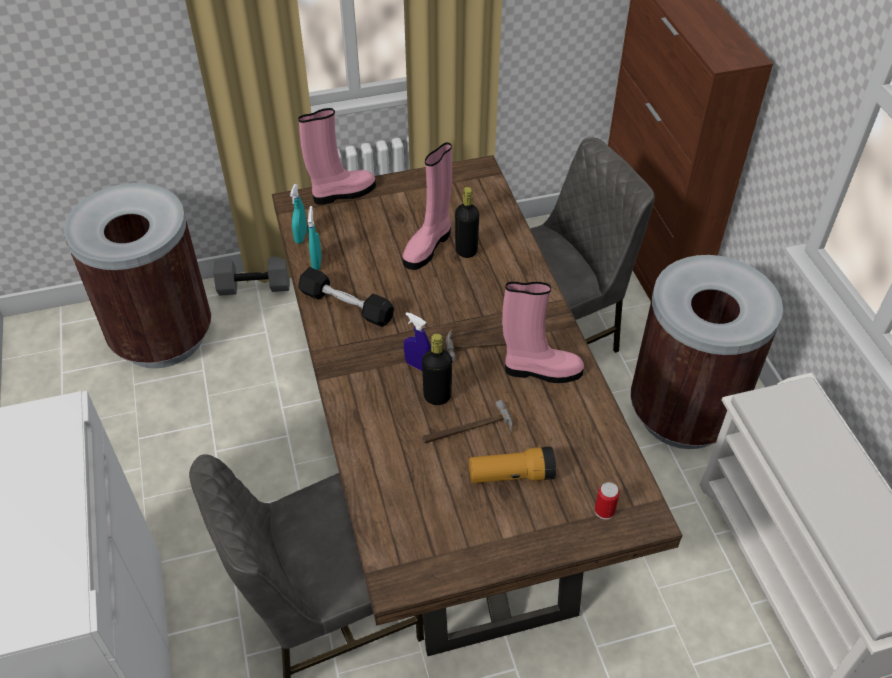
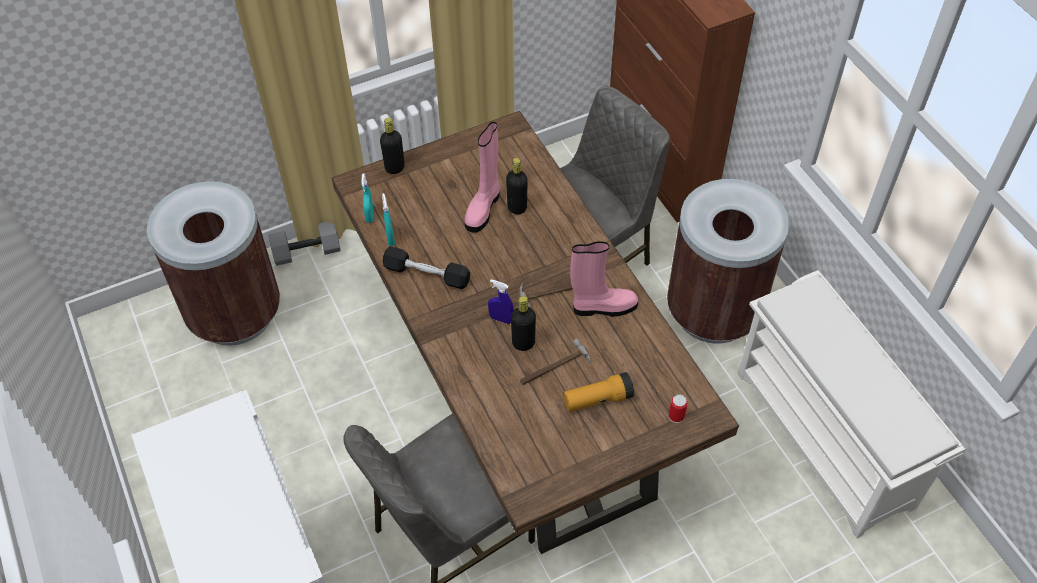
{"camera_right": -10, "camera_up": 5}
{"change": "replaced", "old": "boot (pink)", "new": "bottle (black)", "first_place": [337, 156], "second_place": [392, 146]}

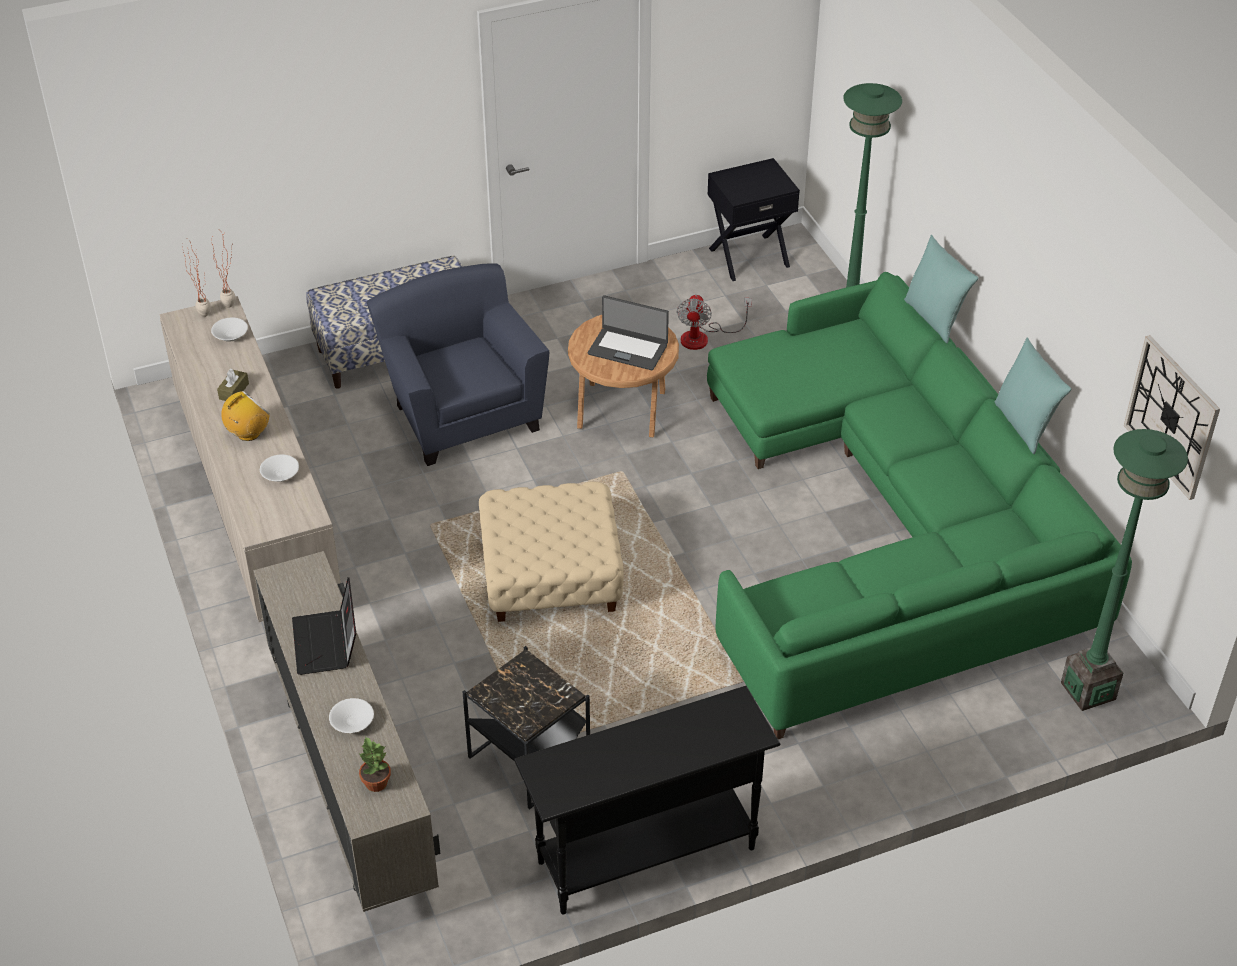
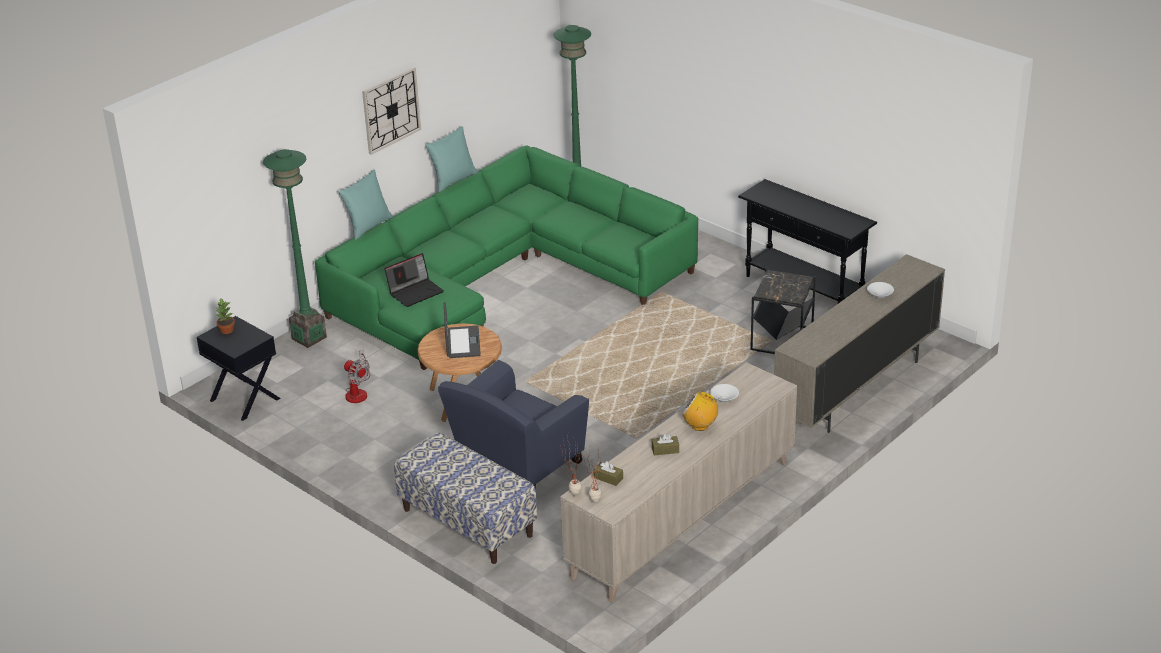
{"camera_right": -115, "camera_up": -10}
{"change": "turned", "old": "fan", "first_place": [714, 322], "second_place": [357, 376], "degrees": 60}
{"change": "replaced", "old": "bowl (white)", "new": "tissue box (brown)", "first_place": [229, 329], "second_place": [608, 473]}
{"change": "moved", "old": "wall clock", "first_place": [1172, 417], "second_place": [391, 111]}
{"change": "removed", "old": "ottoman (beige)", "first_place": [551, 551]}
{"change": "moved", "old": "laptop", "first_place": [324, 626], "second_place": [414, 280]}
{"change": "moved", "old": "potted plant", "first_place": [374, 764], "second_place": [225, 316]}

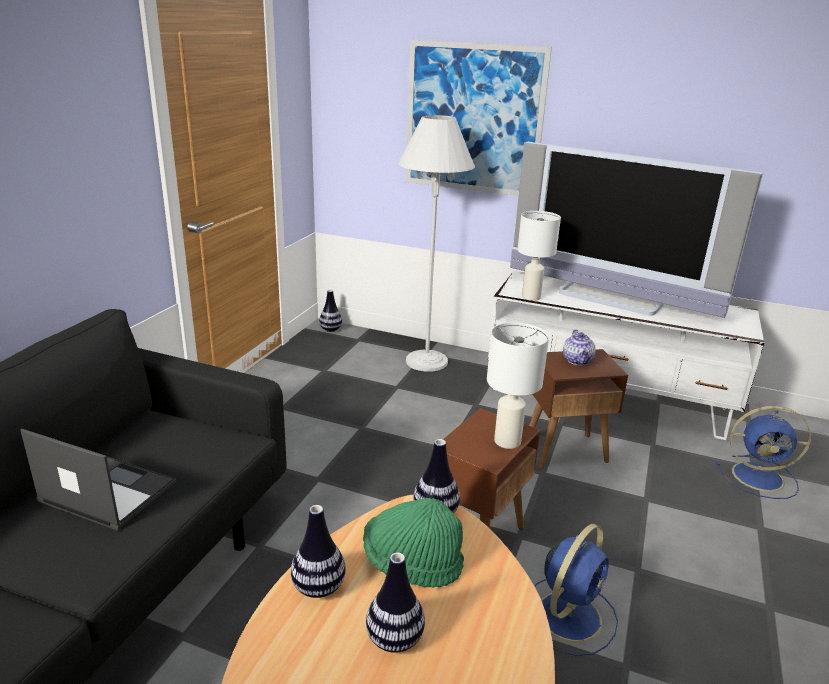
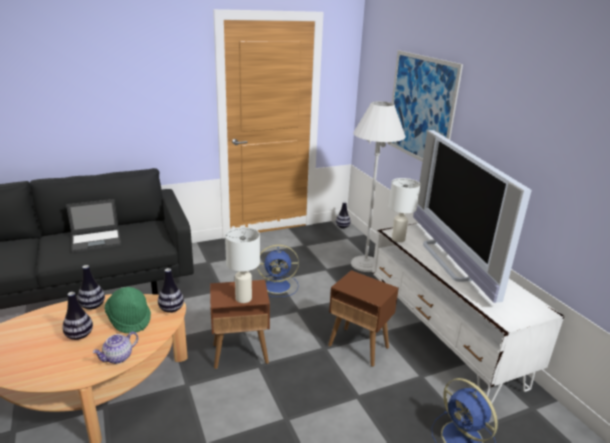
{"camera_right": 45, "camera_up": 0}
{"change": "moved", "old": "teapot", "first_place": [579, 347], "second_place": [115, 348]}
{"change": "turned", "old": "laptop", "first_place": [98, 480], "second_place": [93, 226], "degrees": 90}
{"change": "moved", "old": "fan (blue)", "first_place": [576, 590], "second_place": [278, 271]}

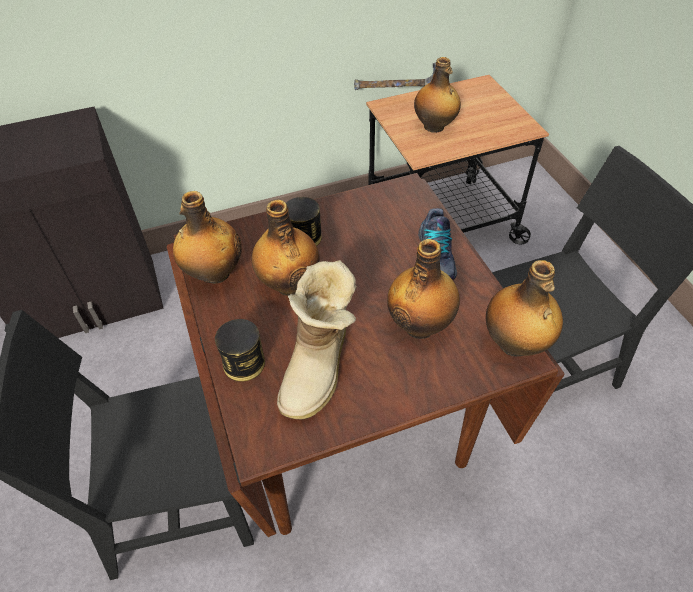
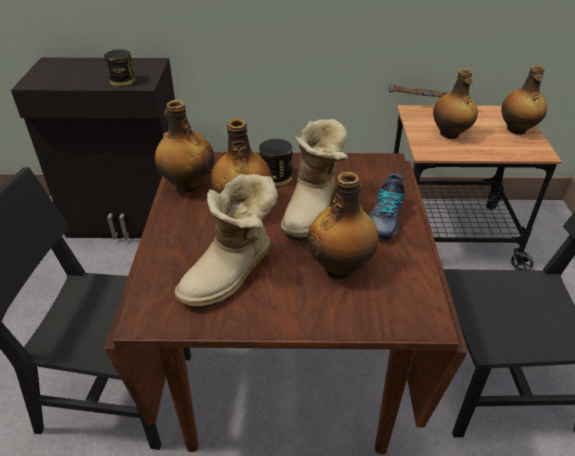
{"camera_right": 20, "camera_up": -10}
{"change": "moved", "old": "bottle", "first_place": [524, 308], "second_place": [524, 100]}
{"change": "moved", "old": "can", "first_place": [240, 350], "second_place": [119, 68]}
{"change": "added", "new": "boot", "second_place": [314, 179]}

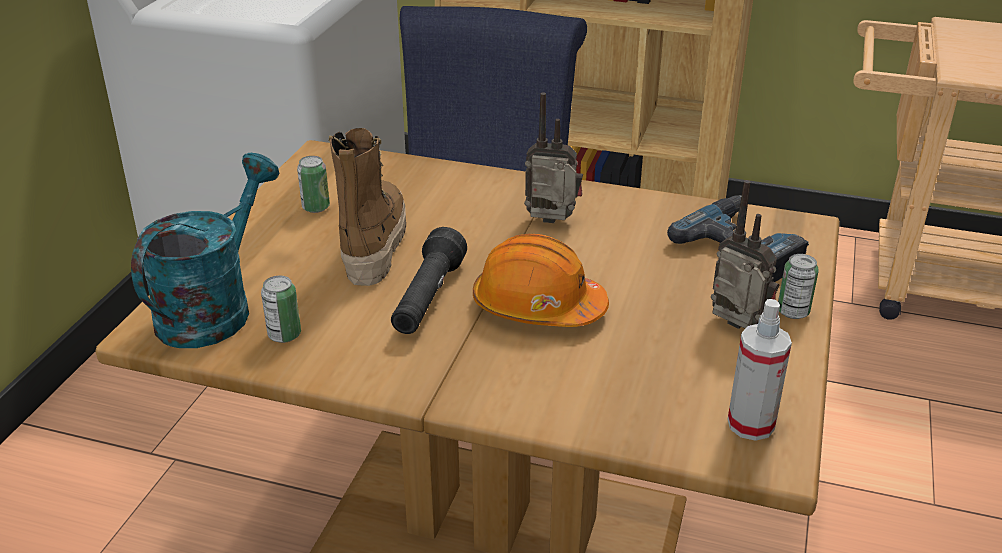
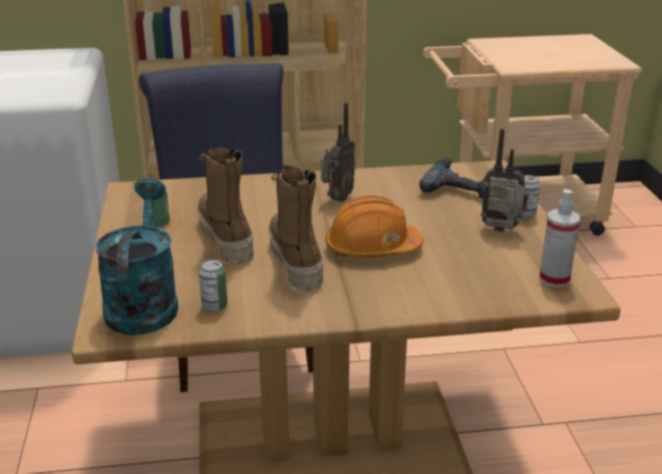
{"camera_right": -25, "camera_up": -5}
{"change": "turned", "old": "radio", "first_place": [553, 157], "second_place": [338, 152], "degrees": 135}
{"change": "replaced", "old": "flashlight (black)", "new": "boot", "first_place": [429, 280], "second_place": [296, 228]}

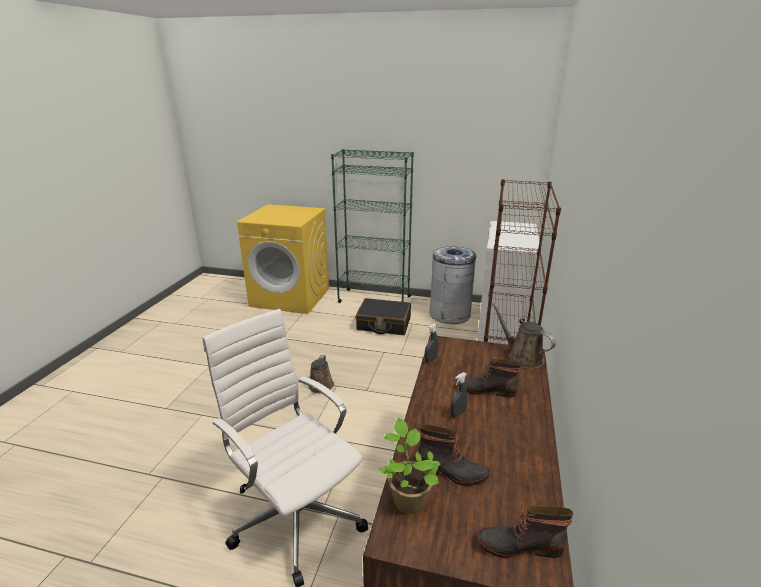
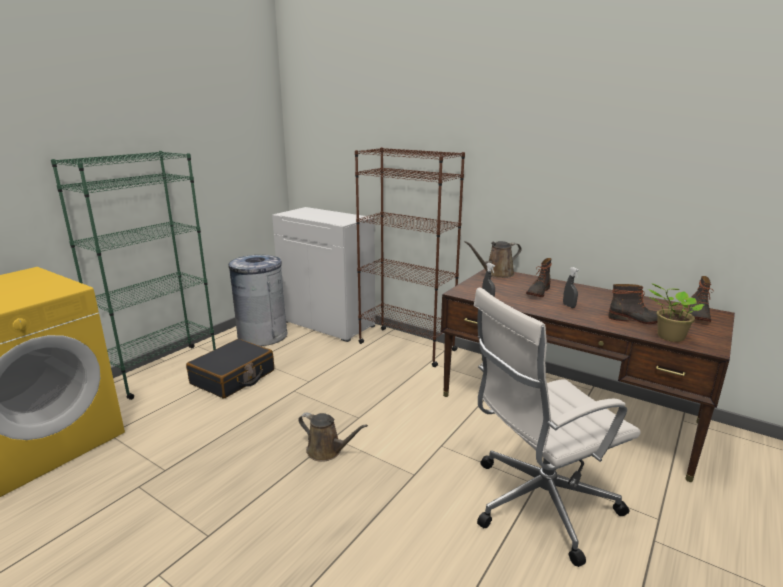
{"camera_right": -70, "camera_up": -5}
{"change": "turned", "old": "boot", "first_place": [454, 455], "second_place": [633, 304], "degrees": 60}

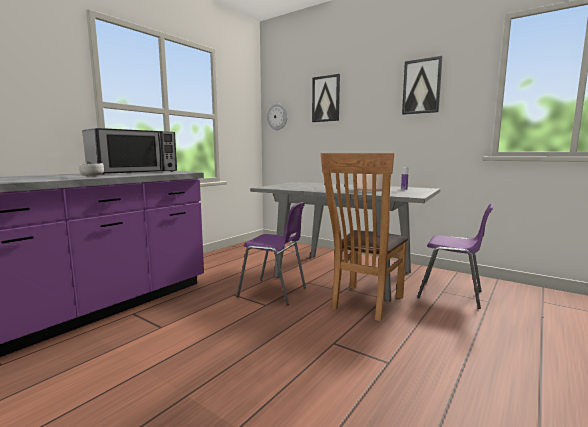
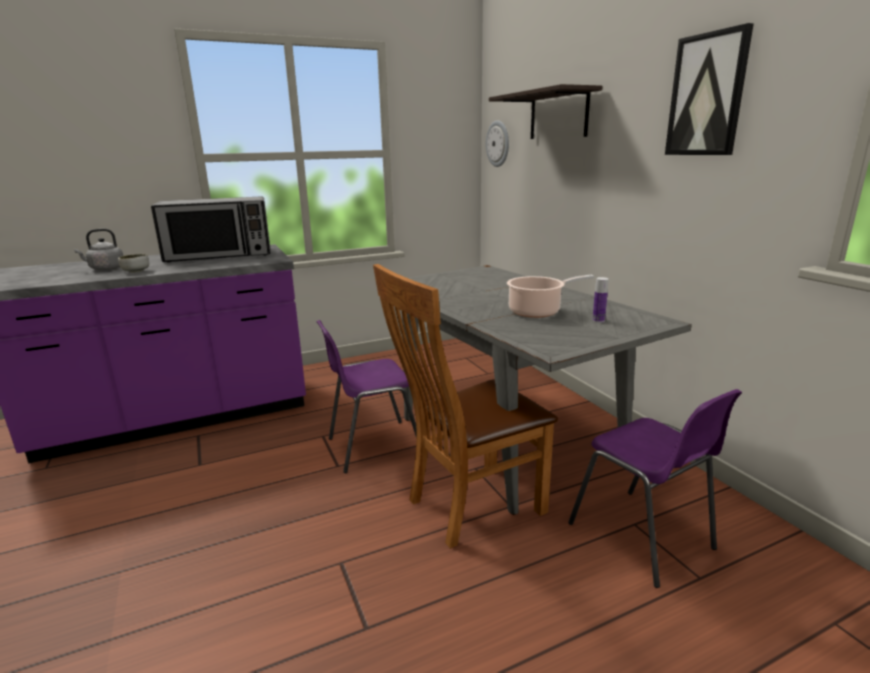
{"camera_right": 30, "camera_up": 10}
{"change": "replaced", "old": "picture", "new": "shelf", "first_place": [326, 98], "second_place": [545, 111]}
{"change": "turned", "old": "chair (purple)", "first_place": [271, 253], "second_place": [366, 396], "degrees": 105}
{"change": "added", "new": "kettle (grey)", "second_place": [98, 249]}

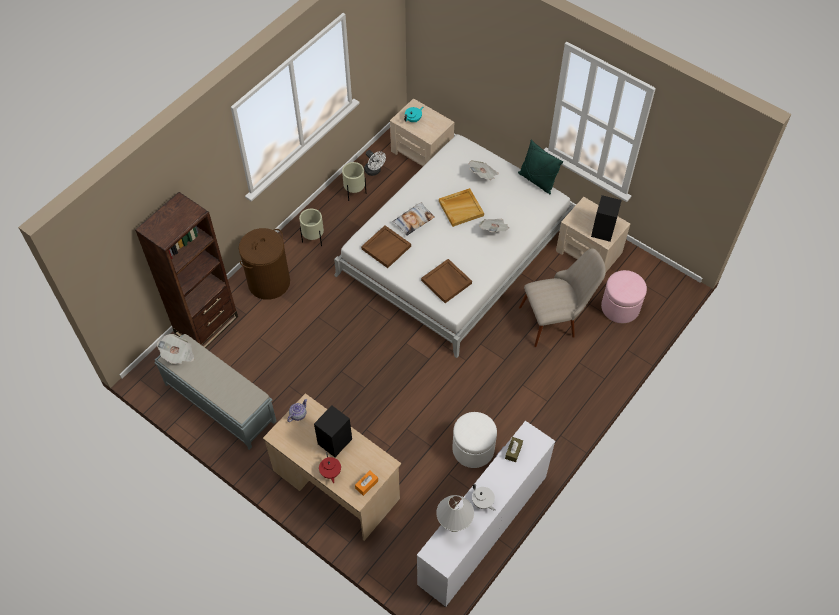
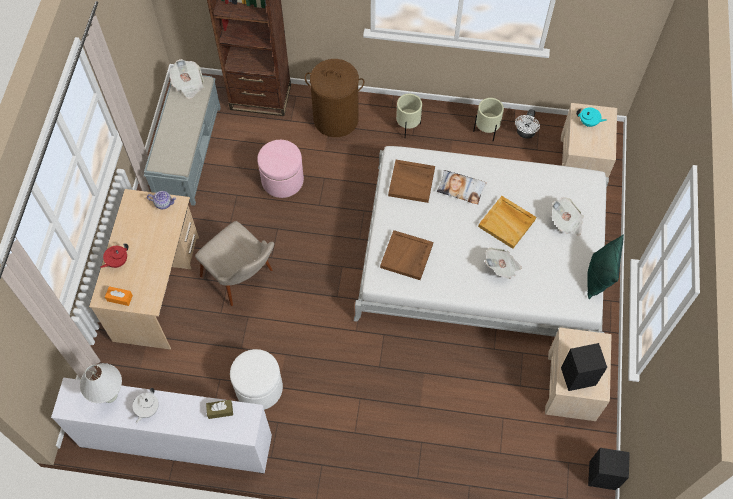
{"camera_right": 60, "camera_up": 5}
{"change": "moved", "old": "chair (beige)", "first_place": [562, 297], "second_place": [234, 263]}
{"change": "moved", "old": "ottoman (pink)", "first_place": [624, 296], "second_place": [280, 169]}
{"change": "moved", "old": "speaker (black)", "first_place": [333, 431], "second_place": [609, 469]}

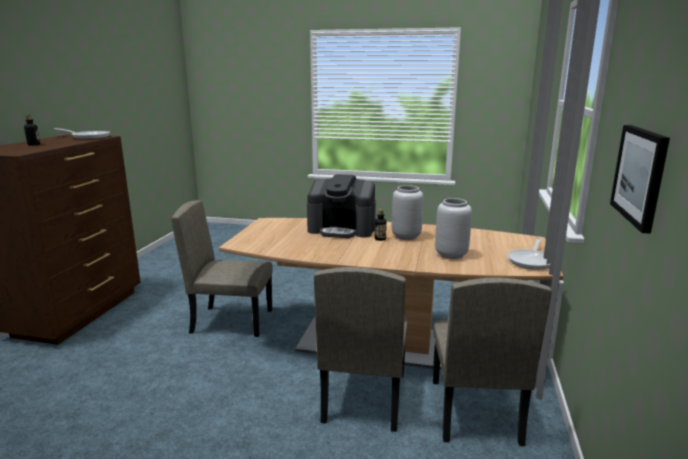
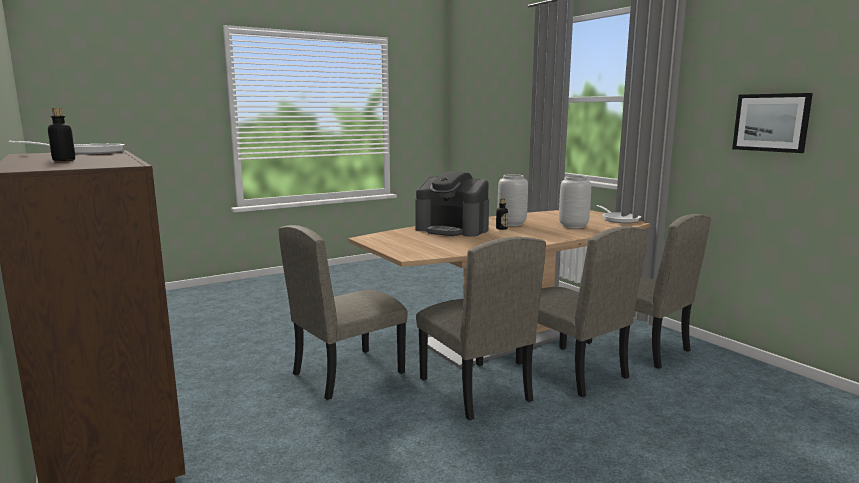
{"camera_right": -45, "camera_up": -5}
{"change": "turned", "old": "coffee machine", "first_place": [341, 206], "second_place": [452, 204], "degrees": 60}
{"change": "added", "new": "chair (beige)", "second_place": [481, 328]}

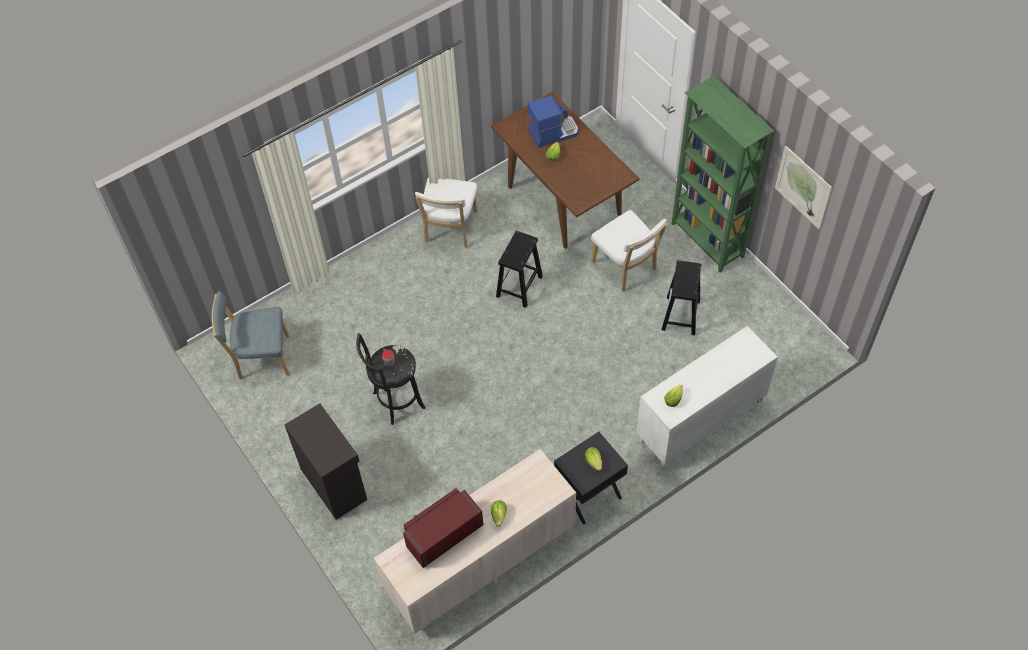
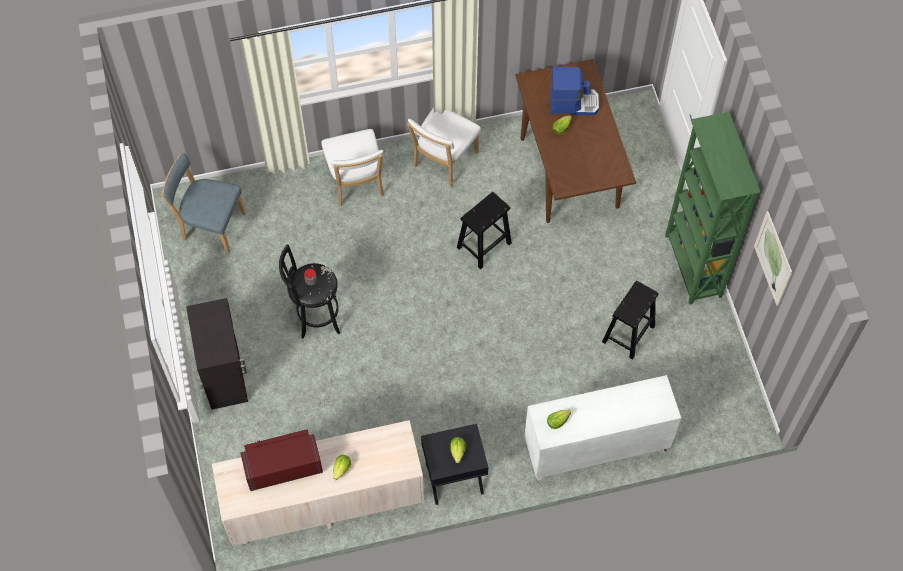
{"camera_right": 20, "camera_up": 5}
{"change": "moved", "old": "chair (white)", "first_place": [629, 251], "second_place": [352, 167]}

